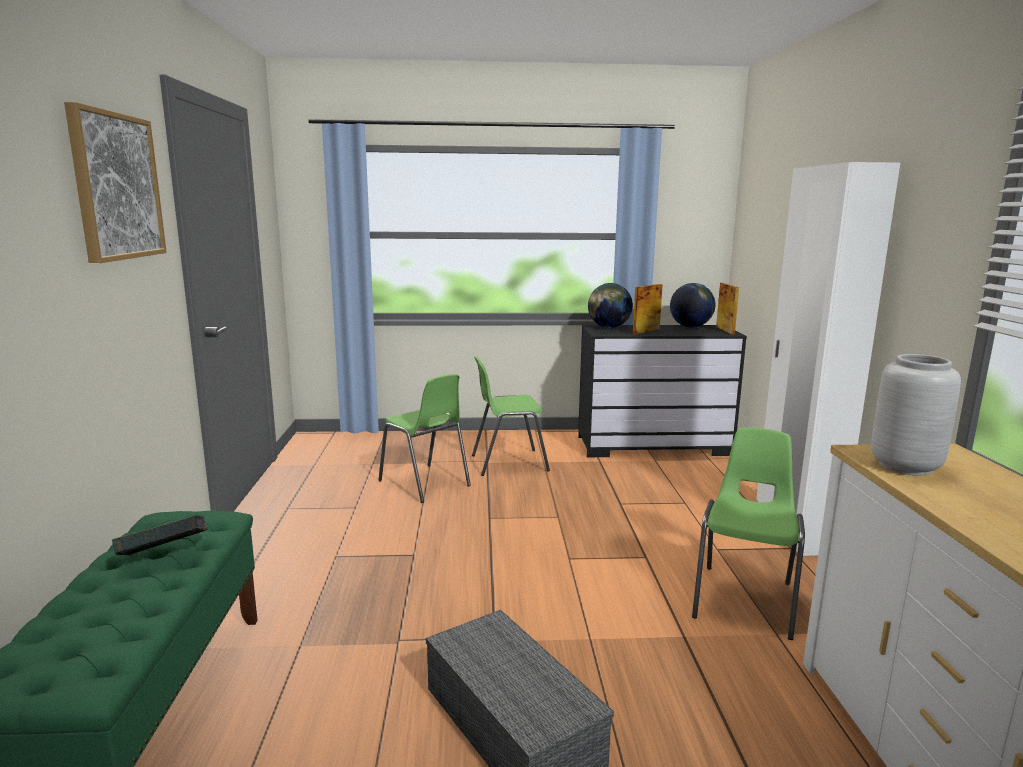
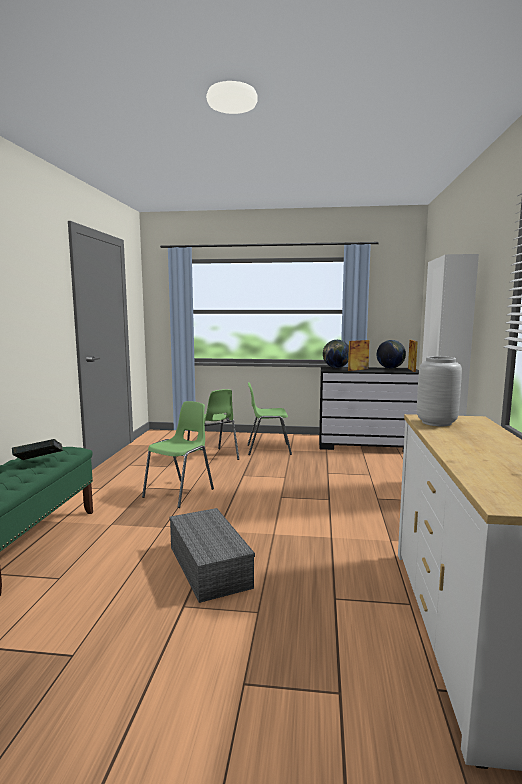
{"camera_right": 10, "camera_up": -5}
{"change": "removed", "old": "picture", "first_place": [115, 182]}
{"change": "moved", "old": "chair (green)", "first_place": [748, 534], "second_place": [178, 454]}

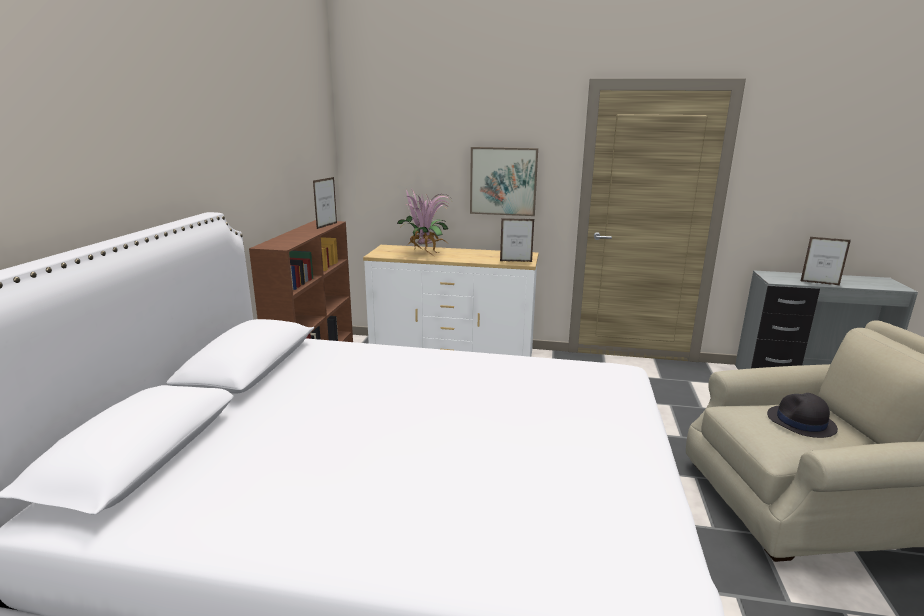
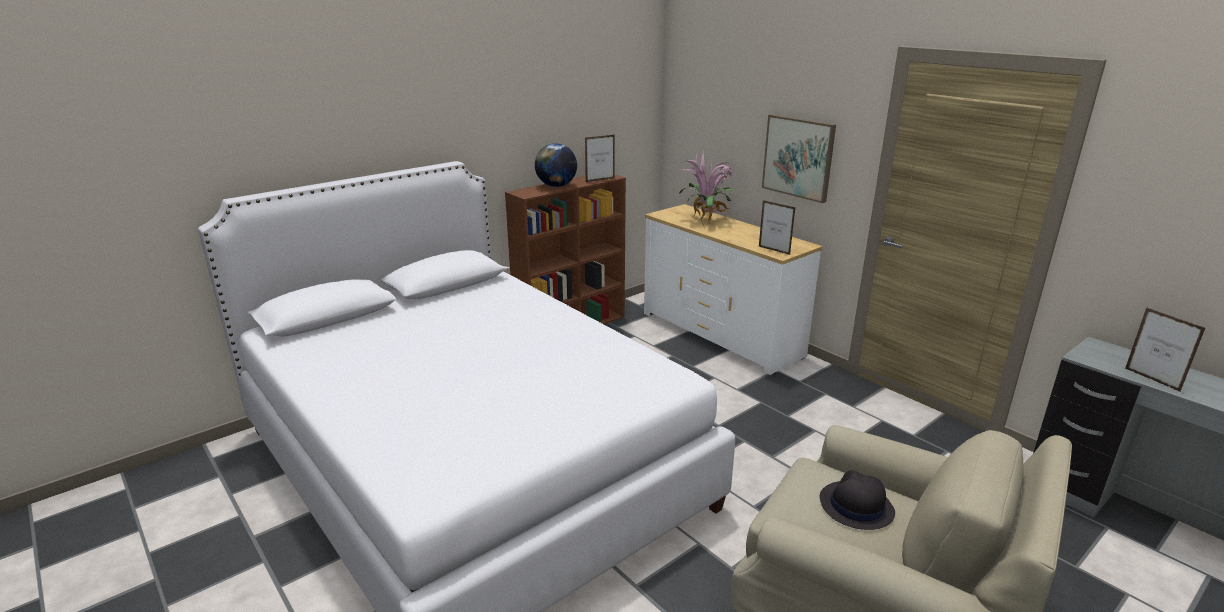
{"camera_right": 40, "camera_up": 5}
{"change": "added", "new": "globe", "second_place": [556, 165]}

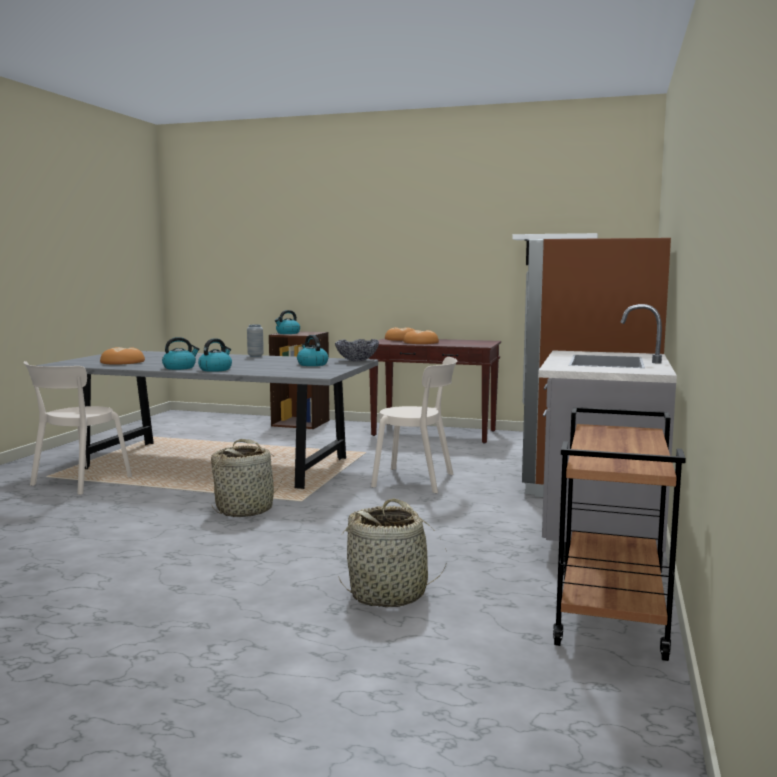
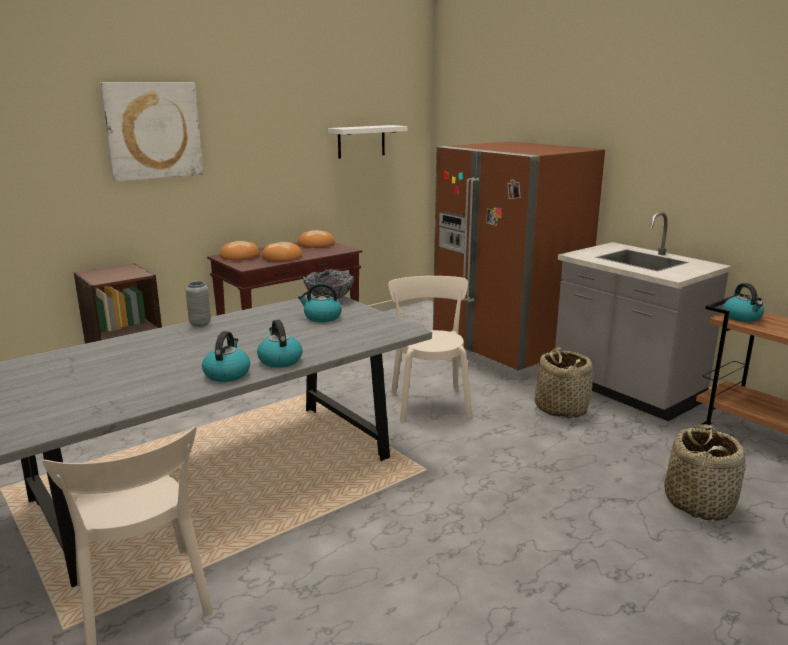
{"camera_right": -55, "camera_up": 10}
{"change": "moved", "old": "kettle", "first_place": [287, 322], "second_place": [743, 302]}
{"change": "moved", "old": "bread", "first_place": [122, 356], "second_place": [316, 239]}
{"change": "turned", "old": "chair (beige)", "first_place": [414, 425], "second_place": [430, 349], "degrees": -60}
{"change": "moved", "old": "basket", "first_place": [246, 478], "second_place": [564, 382]}
{"change": "added", "new": "picture", "second_place": [151, 132]}

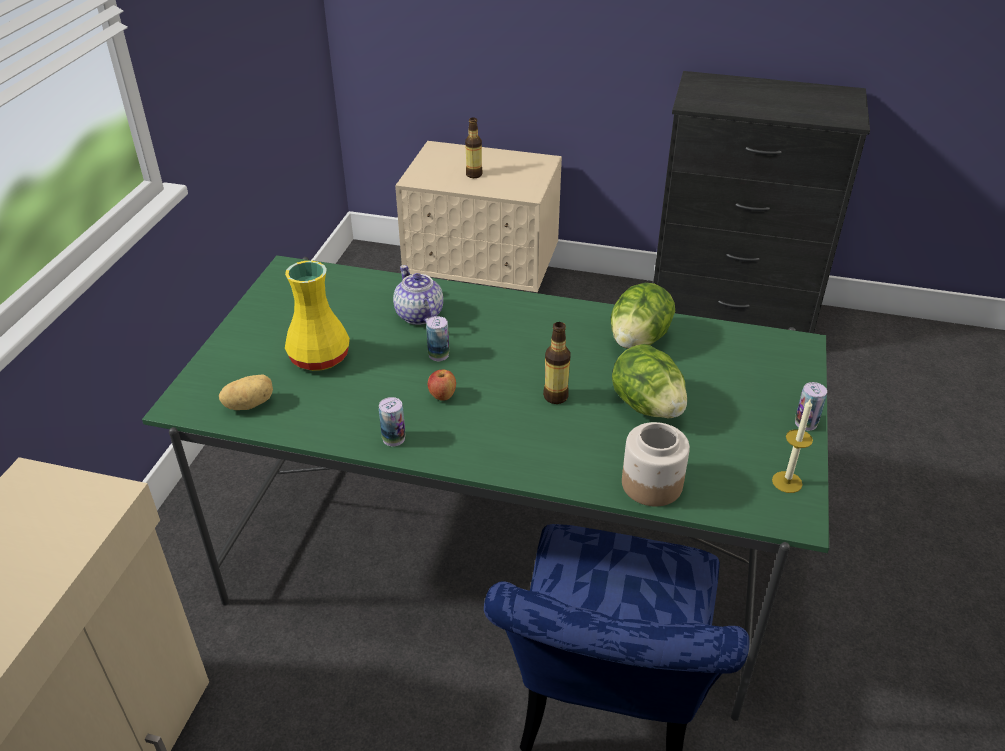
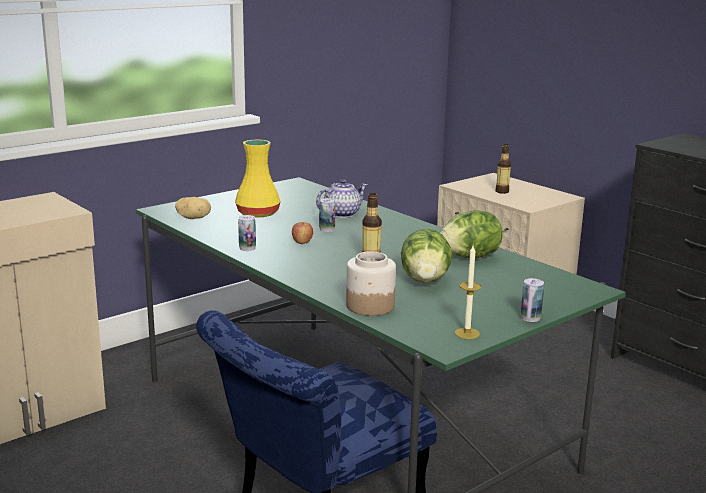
{"camera_right": 35, "camera_up": -20}
{"change": "turned", "old": "teapot", "first_place": [418, 295], "second_place": [341, 198], "degrees": 45}

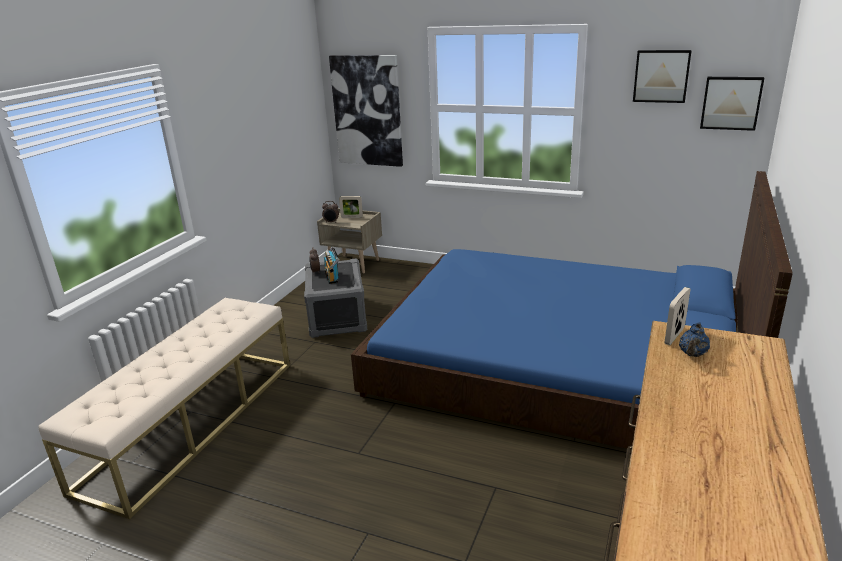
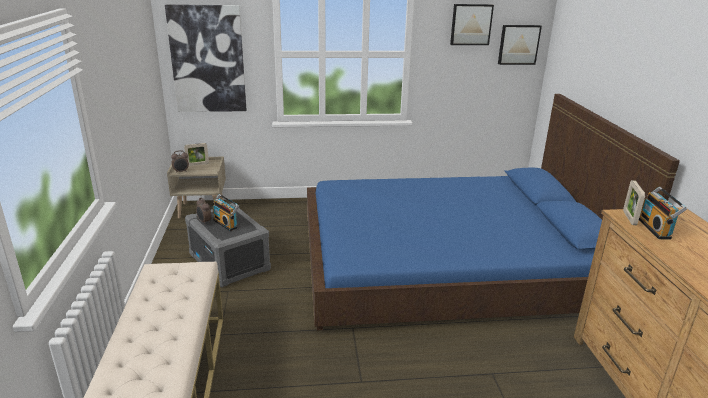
{"camera_right": -30, "camera_up": 0}
{"change": "replaced", "old": "teapot (blue)", "new": "radio", "first_place": [694, 339], "second_place": [663, 213]}

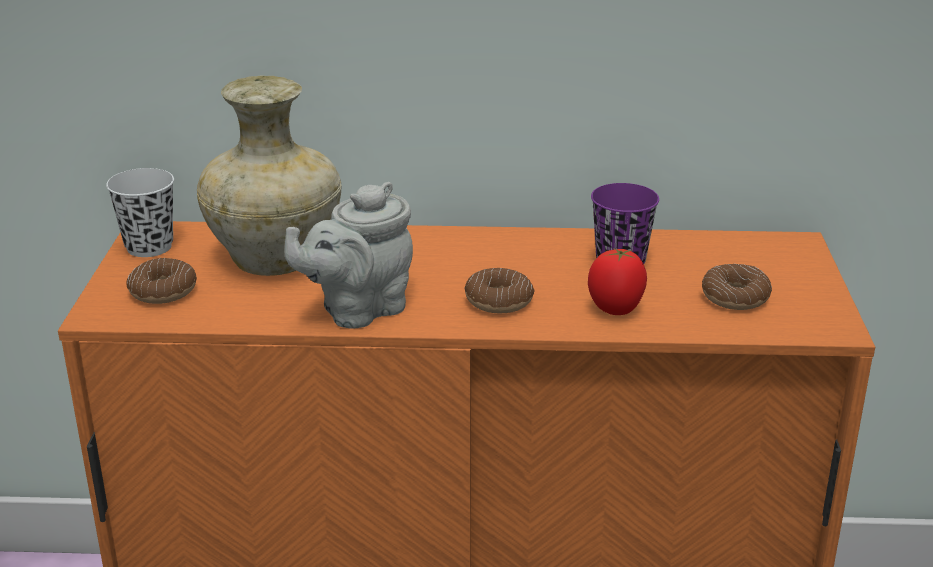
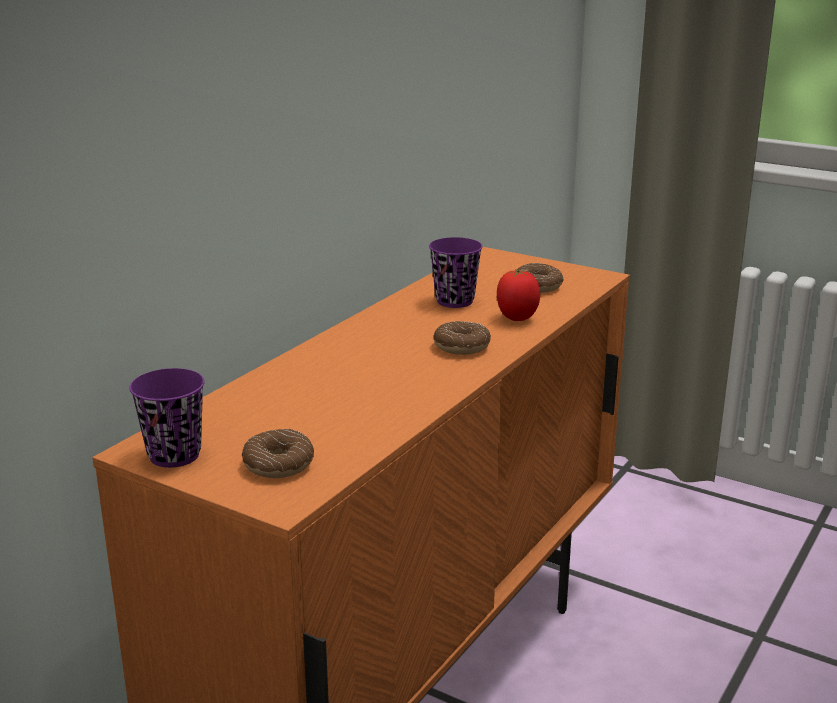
{"camera_right": -60, "camera_up": -5}
{"change": "removed", "old": "vase (beige)", "first_place": [269, 175]}
{"change": "recoloured", "old": "cup (white)", "new": "cup (purple)", "first_place": [140, 212], "second_place": [167, 418]}
{"change": "removed", "old": "teapot (grey)", "first_place": [348, 255]}

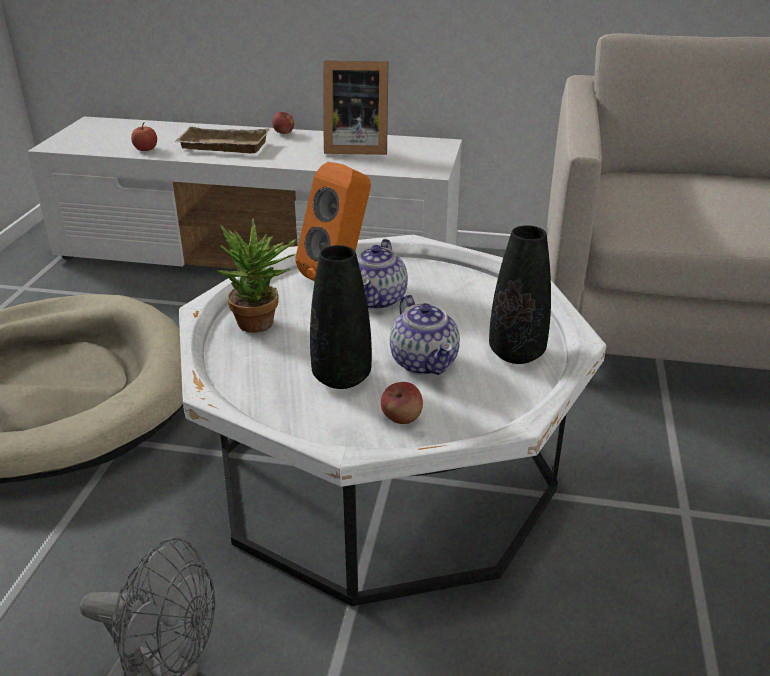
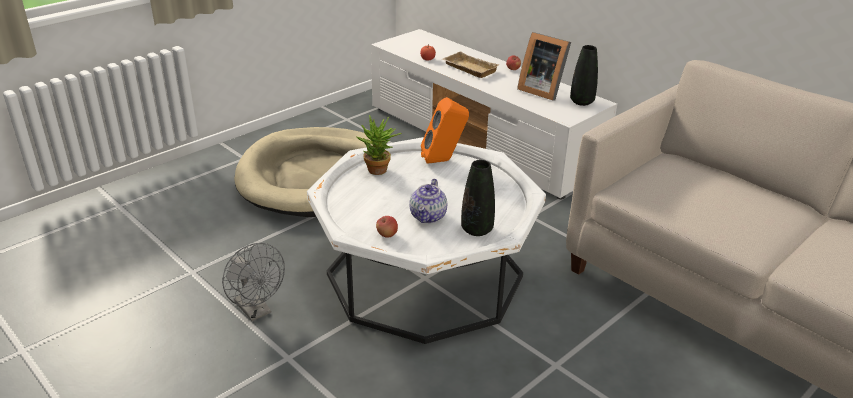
{"camera_right": 35, "camera_up": 0}
{"change": "removed", "old": "teapot", "first_place": [382, 274]}
{"change": "moved", "old": "vase (black)", "first_place": [341, 317], "second_place": [584, 75]}

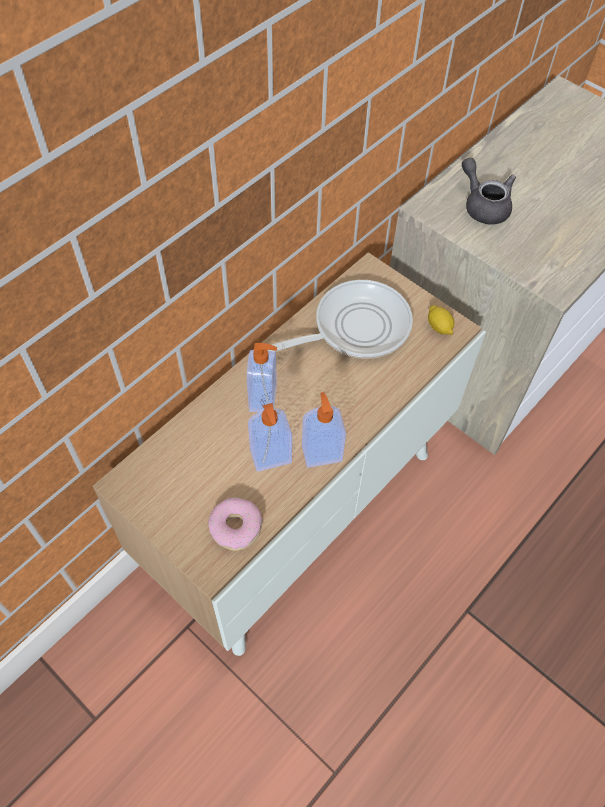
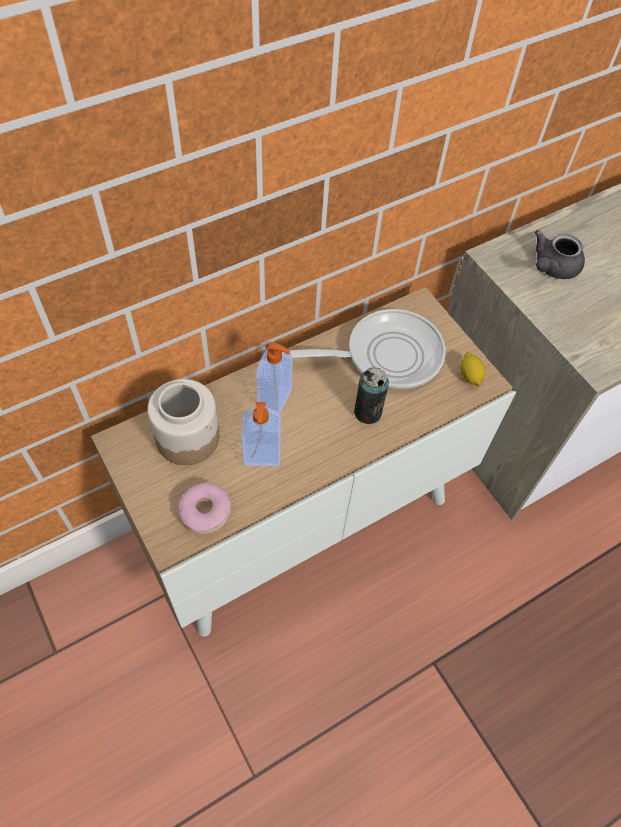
{"camera_right": 15, "camera_up": 0}
{"change": "turned", "old": "teapot (grey)", "first_place": [489, 191], "second_place": [559, 254], "degrees": -120}
{"change": "removed", "old": "soap dispenser", "first_place": [324, 429]}
{"change": "added", "new": "can", "second_place": [371, 395]}
{"change": "added", "new": "jar", "second_place": [183, 422]}

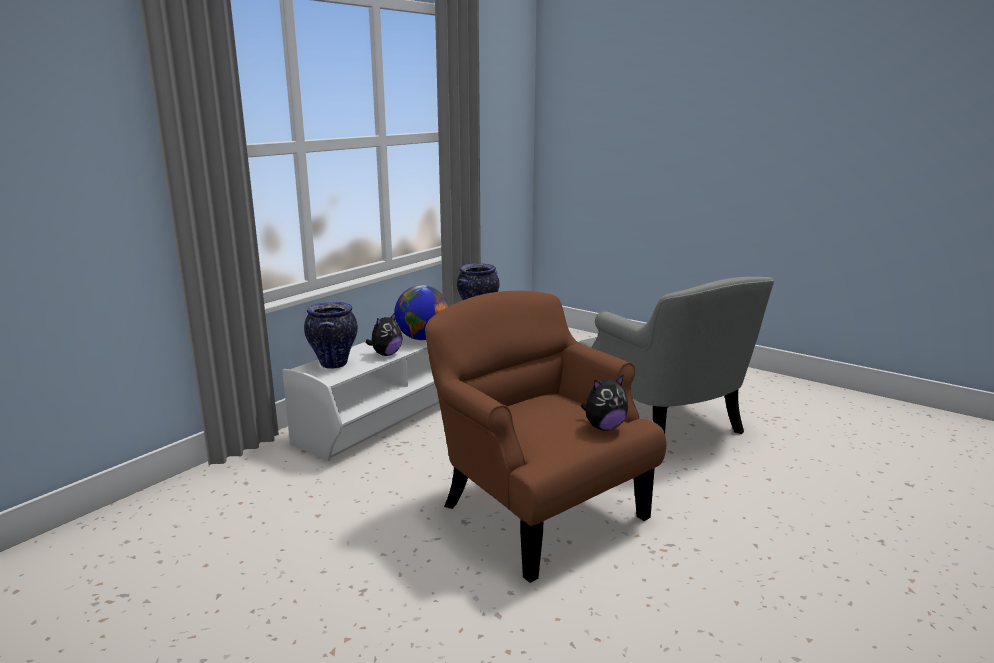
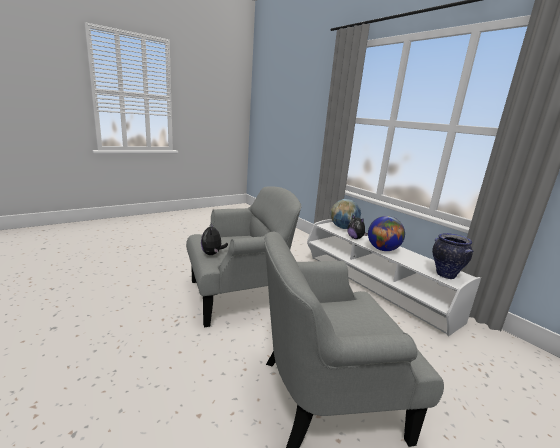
{"camera_right": 105, "camera_up": 0}
{"change": "recoloured", "old": "armchair (brown)", "new": "armchair (grey)", "first_place": [545, 437], "second_place": [244, 256]}
{"change": "replaced", "old": "vase", "new": "globe", "first_place": [331, 335], "second_place": [345, 214]}

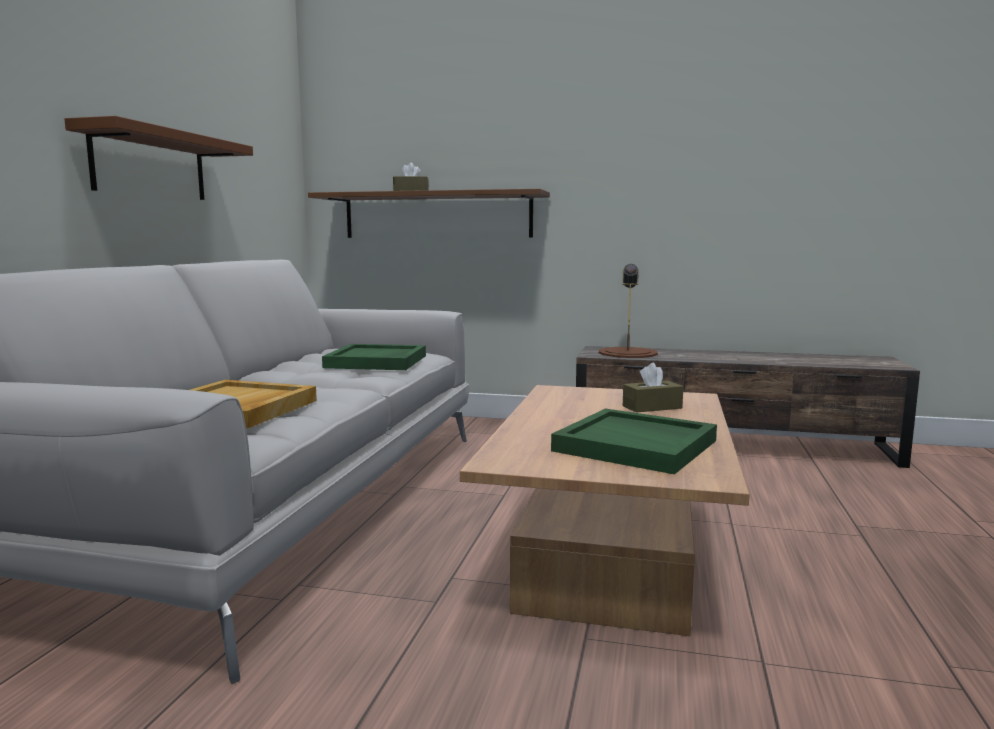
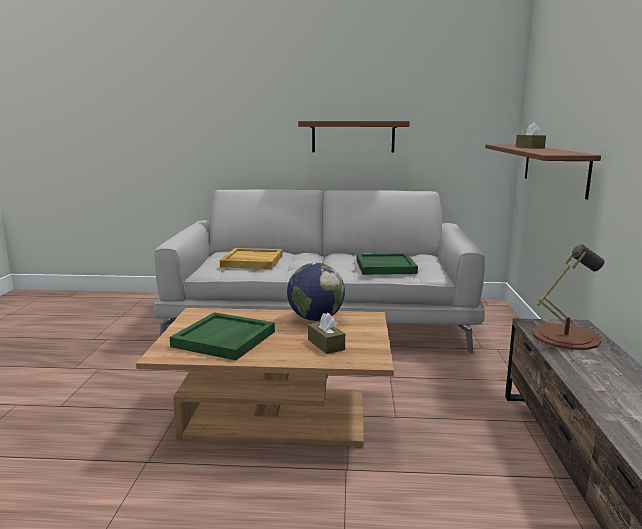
{"camera_right": 80, "camera_up": 5}
{"change": "added", "new": "globe", "second_place": [316, 292]}

